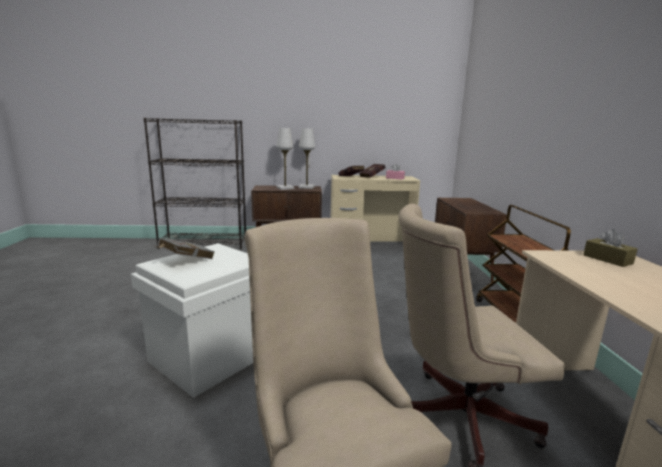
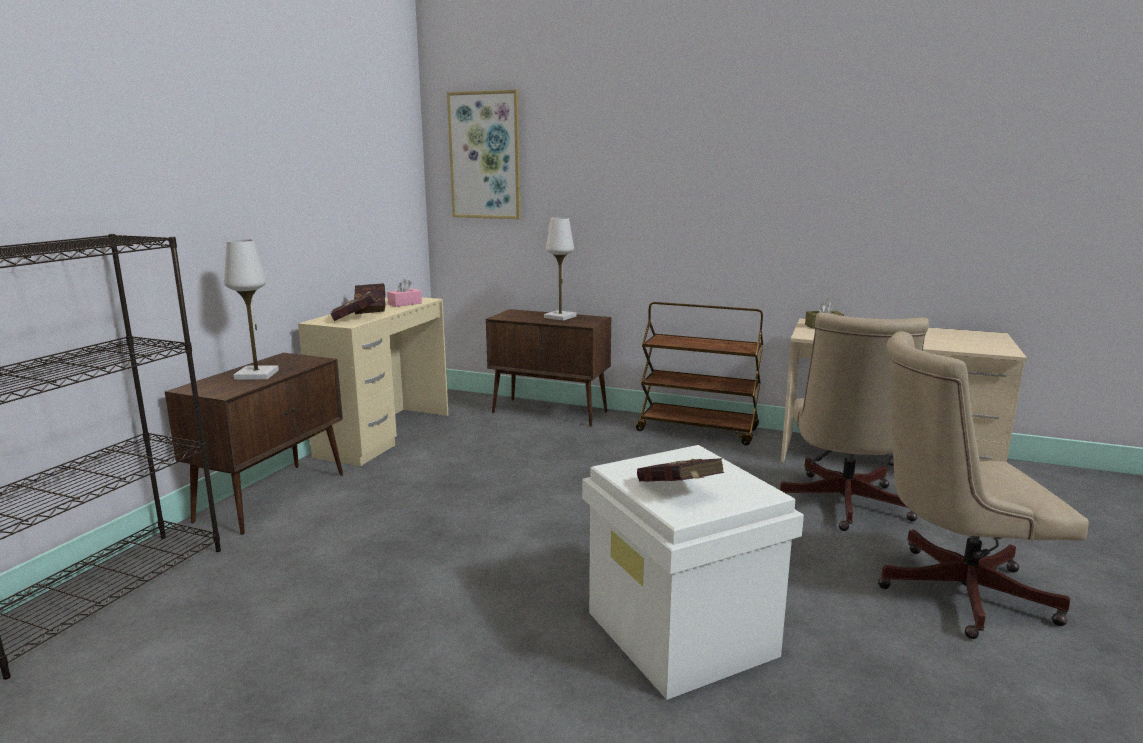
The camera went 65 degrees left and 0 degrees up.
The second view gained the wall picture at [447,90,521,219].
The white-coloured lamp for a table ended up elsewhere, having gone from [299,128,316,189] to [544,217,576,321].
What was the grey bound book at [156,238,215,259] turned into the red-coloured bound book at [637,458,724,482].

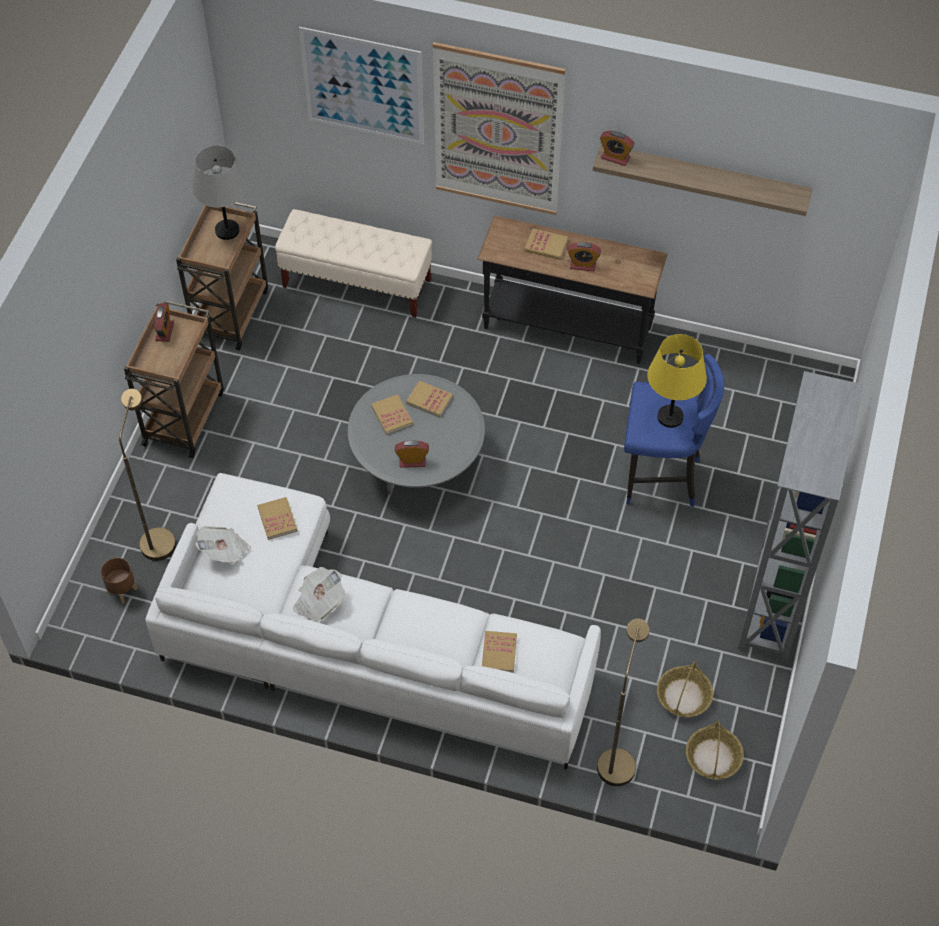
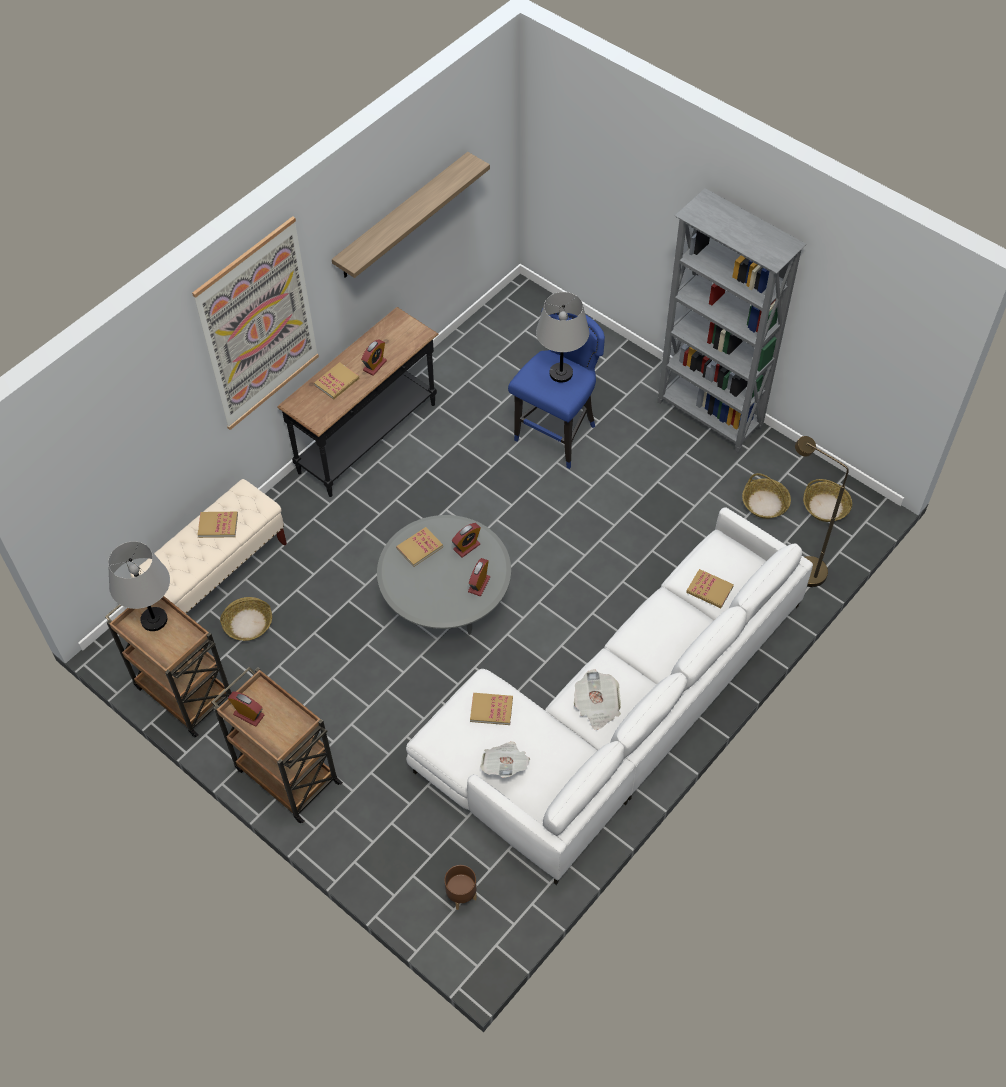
The camera went 65 degrees left and 0 degrees up.
The second view lost the brown standing lamp at [119,389,176,561].
The second view lost the wall picture at [299,27,424,145].
The second view gained the household basket at [220,597,272,641].
The bound book ended up elsewhere, having gone from [371,395,413,435] to [198,512,238,538].
The alarm clock ended up elsewhere, having gone from [600,131,635,166] to [452,523,481,558].
What was the yellow-coloured lamp for a table at [647,334,707,428] turned into the grey lamp for a table at [536,292,589,383].

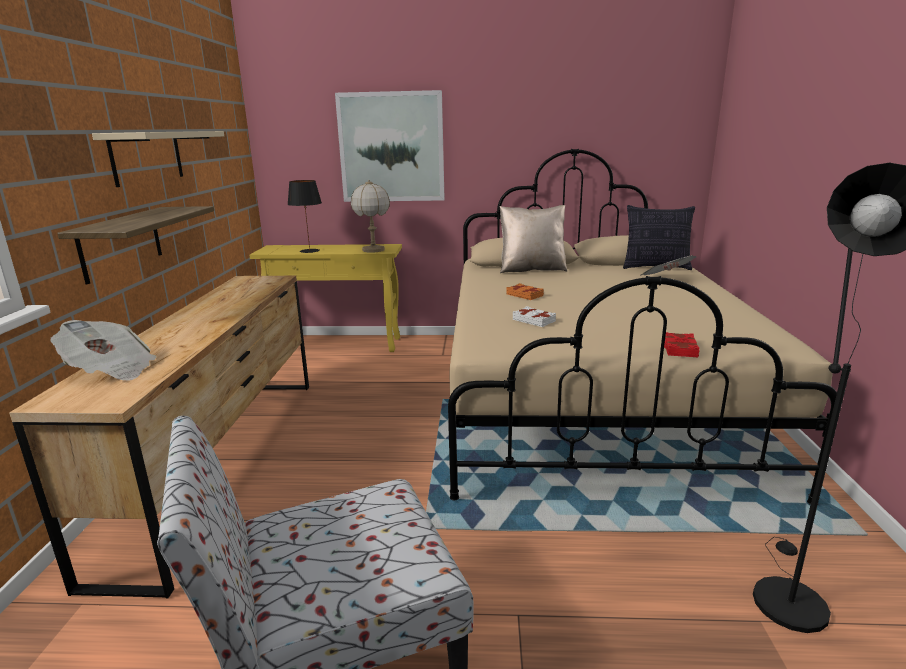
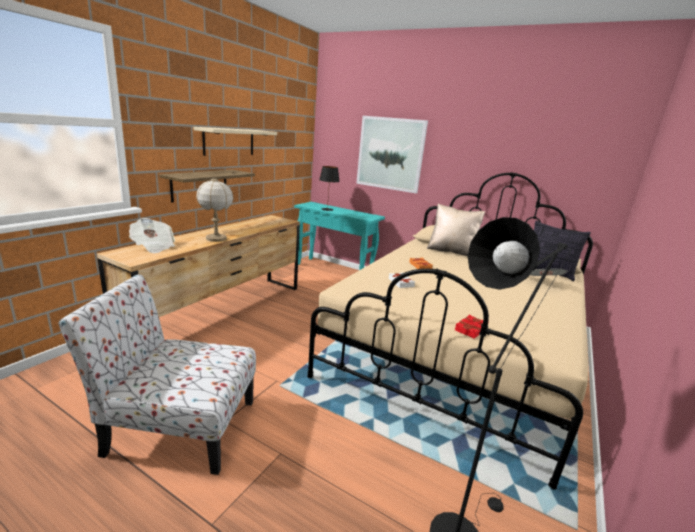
The camera went 25 degrees right and 0 degrees up.
The lamp for a table ended up elsewhere, having gone from [351,180,390,253] to [196,177,234,242].
What was the yellow-coloured narrow table at [249,244,402,352] turned into the turquoise narrow table at [294,202,385,270].

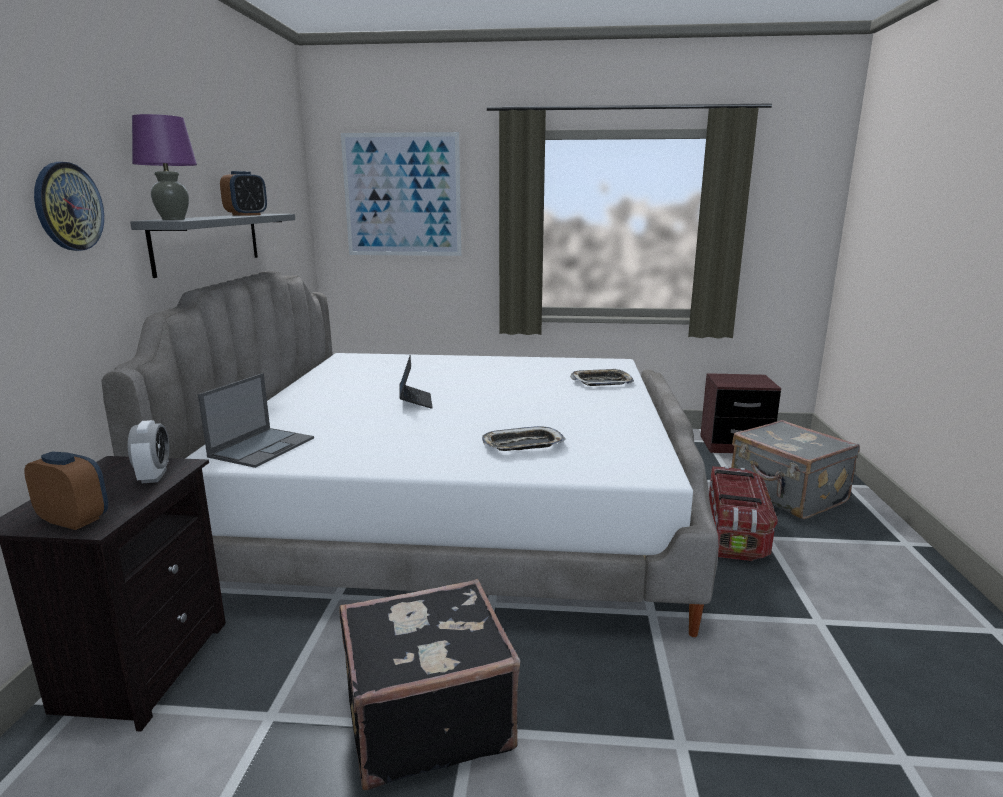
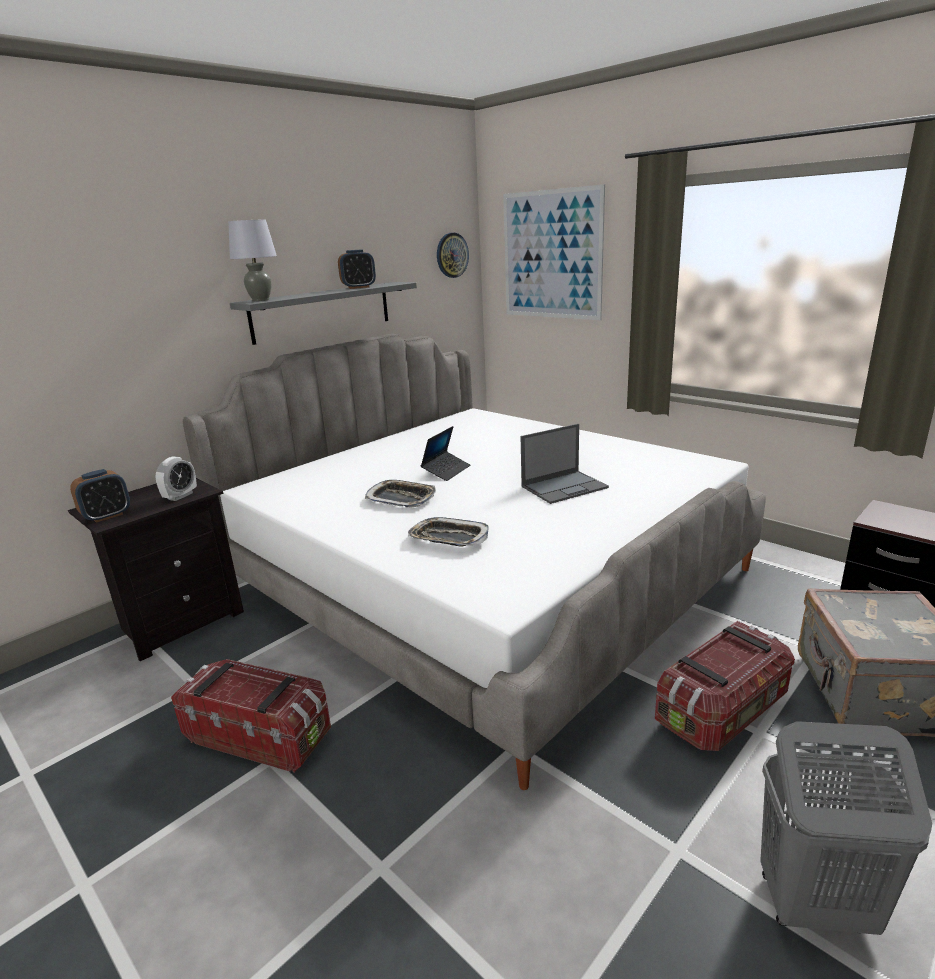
The camera went 40 degrees right and 5 degrees up.
The second view gained the grey laundry basket at [760,721,932,935].
The wall clock ended up elsewhere, having gone from [34,162,104,251] to [437,233,469,278].
The laptop ended up elsewhere, having gone from [198,373,314,468] to [521,424,609,504].
The tray ended up elsewhere, having gone from [570,369,634,386] to [365,480,436,508].
Where the black travel case stood at [339,579,520,791], the storage container came to stand at [171,659,331,773].
What was the purple-coloured lamp for a table at [132,114,197,220] turned into the grey lamp for a table at [228,219,277,301].
The alarm clock at [24,452,108,530] ended up facing another way, 75 degrees clockwise from before.

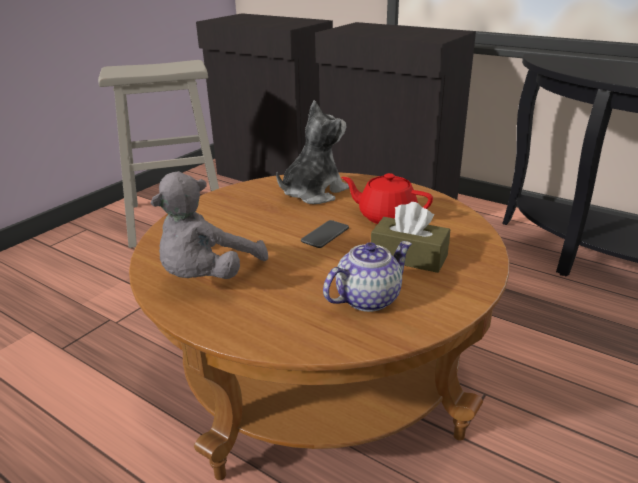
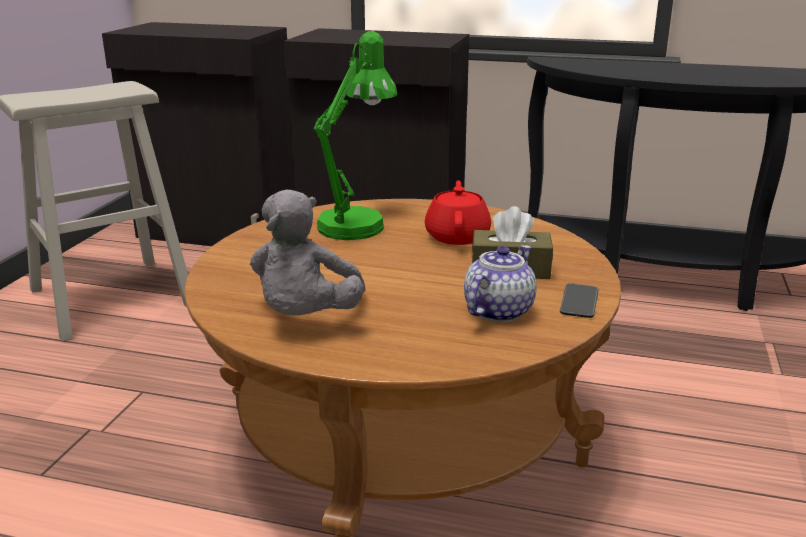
The camera went 20 degrees left and 5 degrees down.
The phone ended up elsewhere, having gone from [301,220,349,248] to [560,283,599,318].
Where the plush toy stood at [276,100,349,204], the green lamp for a table came to stand at [314,31,397,240].
The red-coloured pot for tea at [341,173,433,224] ended up facing another way, 90 degrees clockwise from before.

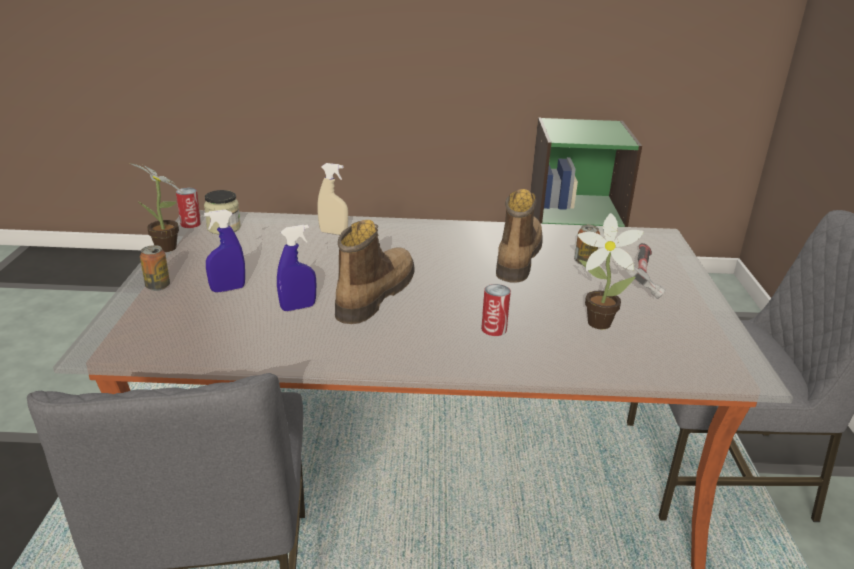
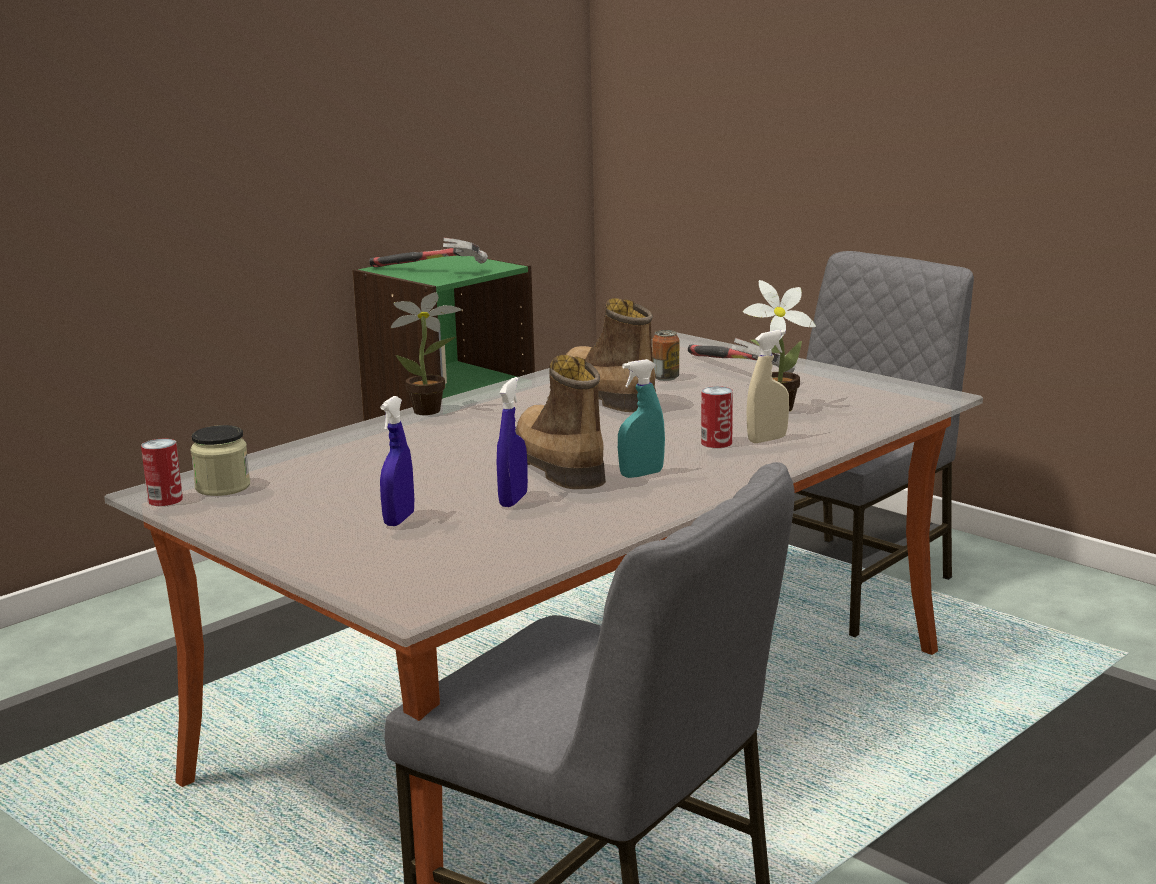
The camera went 45 degrees left and 10 degrees down.
The second view lost the can at [140,245,170,291].
The second view gained the tool hammer at [370,238,488,267].
The second view gained the turquoise hand sprayer at [618,359,665,478].
The potted plant ended up elsewhere, having gone from [129,163,183,252] to [391,292,462,415].
The sand-coloured hand sprayer ended up elsewhere, having gone from [317,163,348,235] to [746,330,789,443].

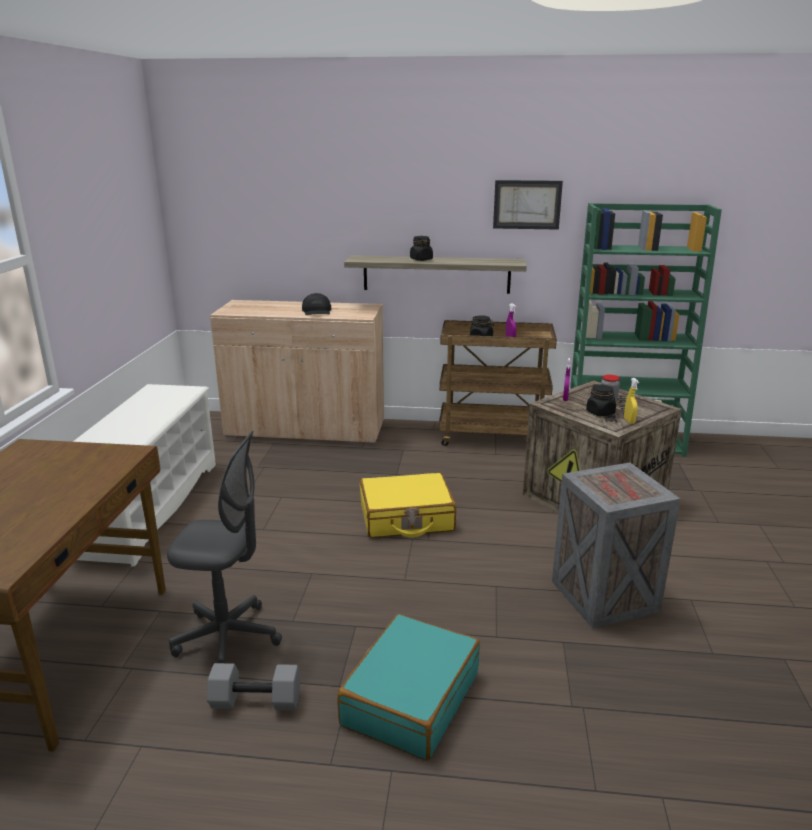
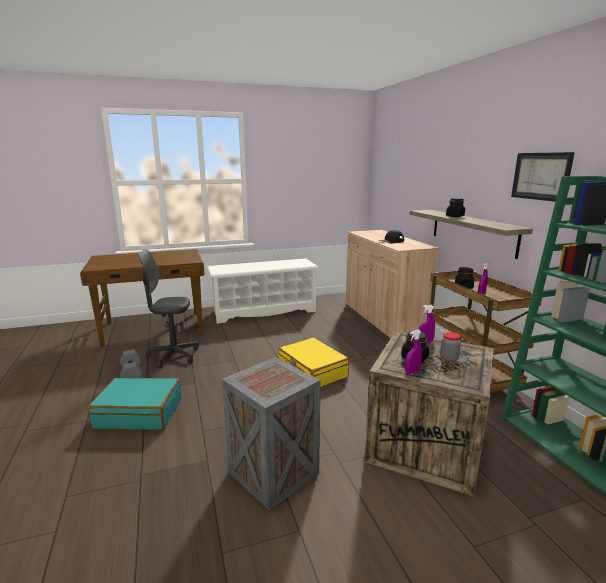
The camera went 65 degrees right and 5 degrees down.
What was the yellow-coloured hand sprayer at [624,378,639,424] turned into the purple-coloured hand sprayer at [405,330,422,374].
The grey office chair at [167,431,282,663] ended up facing another way, 105 degrees clockwise from before.

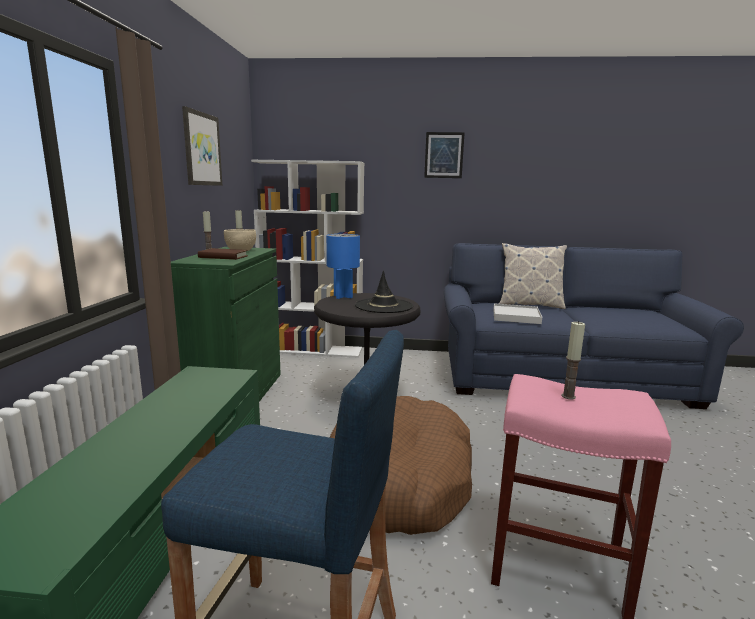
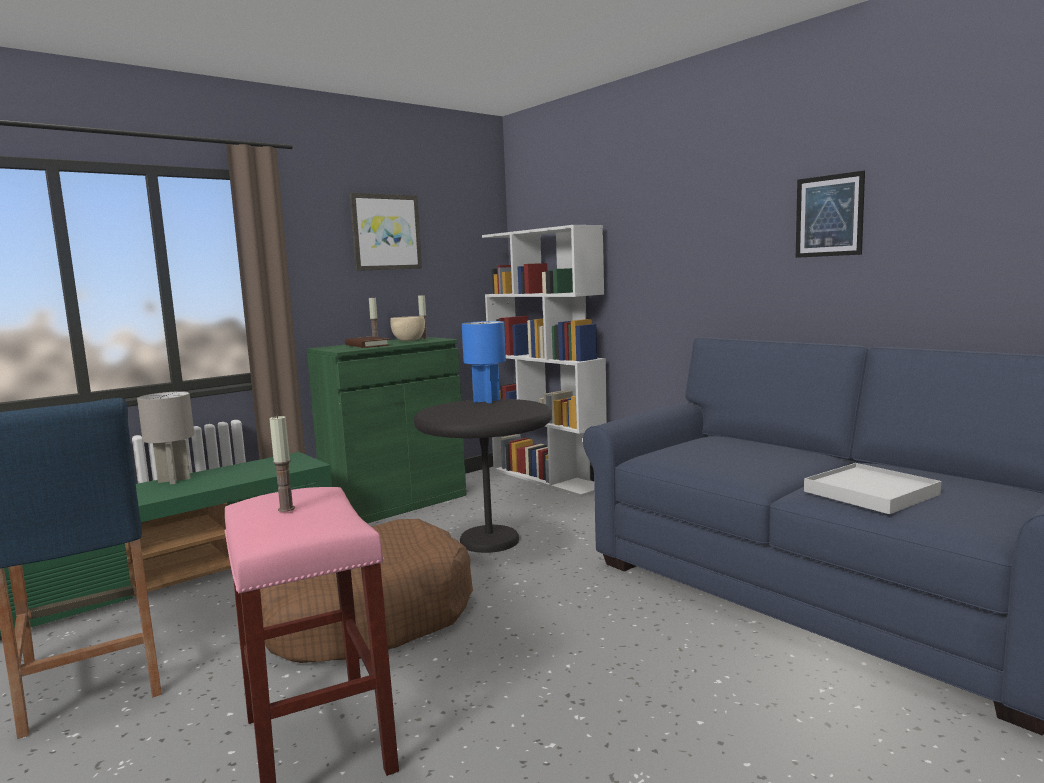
The camera went 45 degrees right and 5 degrees down.
The second view lost the black wearable hat at [355,271,413,313].
The second view lost the pillow at [499,243,567,309].
The second view gained the grey lamp for a table at [137,391,194,485].
The wall picture ended up elsewhere, having gone from [424,132,465,178] to [796,171,865,258].
The white-coloured tray ended up elsewhere, having gone from [493,303,542,324] to [804,463,942,514].

